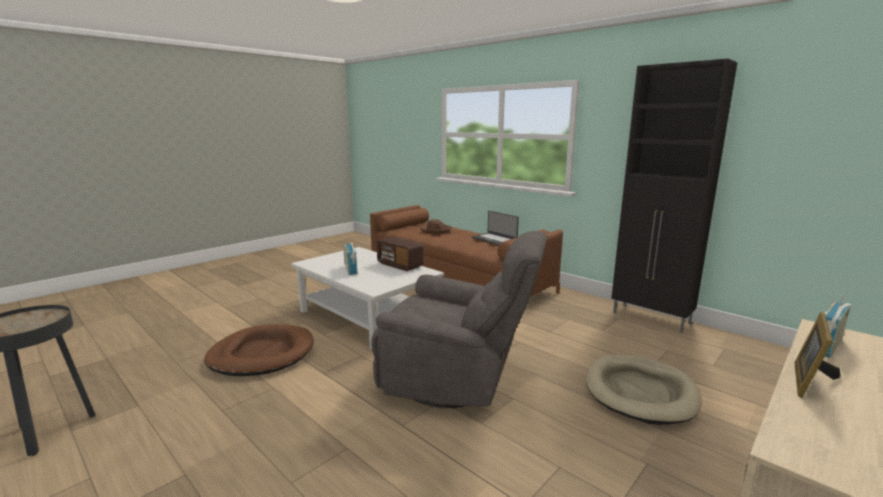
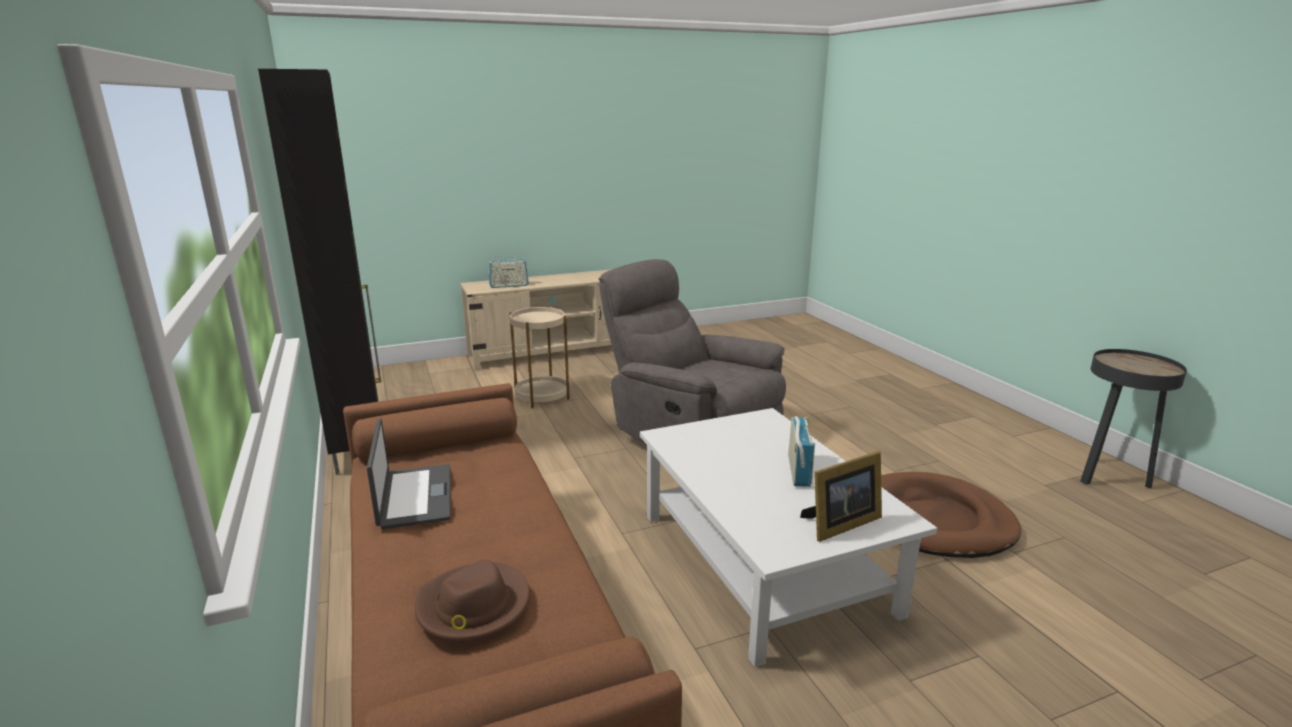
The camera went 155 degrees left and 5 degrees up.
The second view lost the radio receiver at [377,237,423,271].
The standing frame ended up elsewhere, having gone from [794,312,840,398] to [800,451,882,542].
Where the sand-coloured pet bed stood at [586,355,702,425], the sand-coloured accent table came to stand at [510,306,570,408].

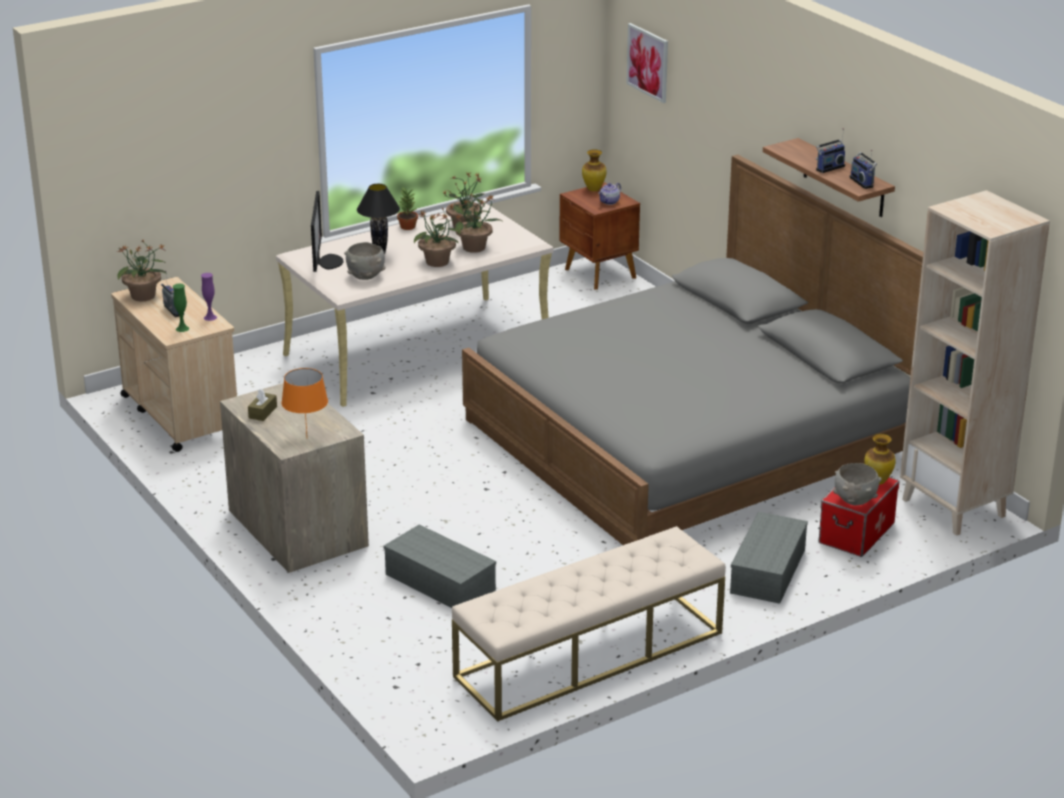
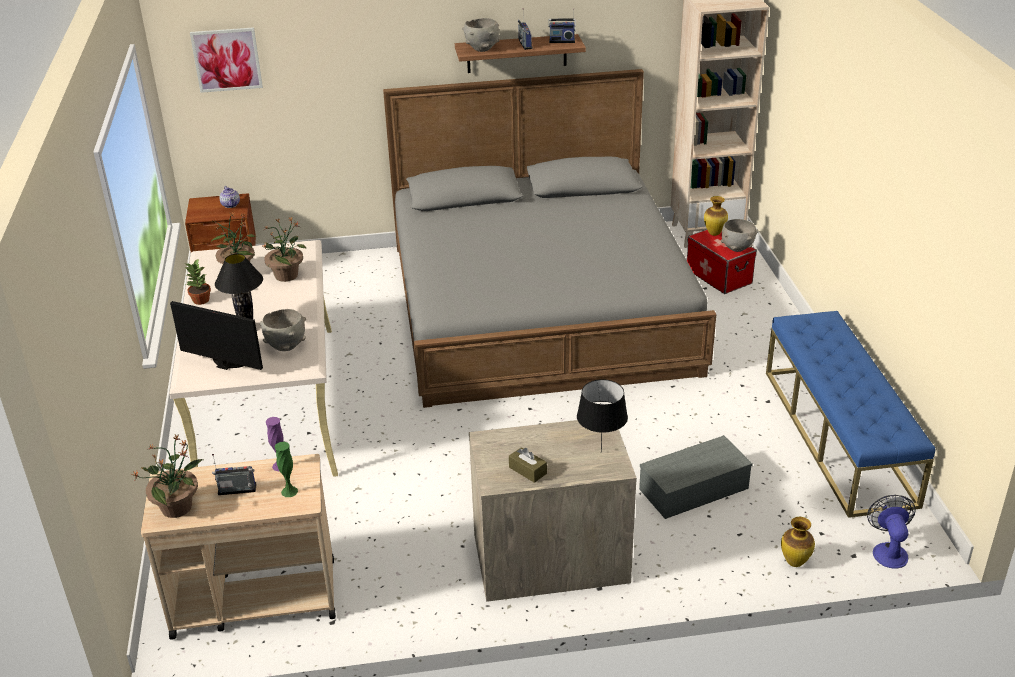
The camera went 65 degrees left and 5 degrees up.
The second view lost the potted plant at [414,207,462,267].
The second view lost the grey storage container at [730,512,808,604].
The second view gained the grey bowl at [462,18,500,52].
The second view gained the cooling fan at [867,495,916,568].
The vase ended up elsewhere, having gone from [582,149,607,191] to [781,517,815,567].
What was the orange lamp for a table at [281,368,328,435] turned into the black lamp for a table at [577,379,628,452].
What was the sand-coloured indoor bench at [452,526,726,722] turned into the blue-coloured indoor bench at [766,311,935,518].

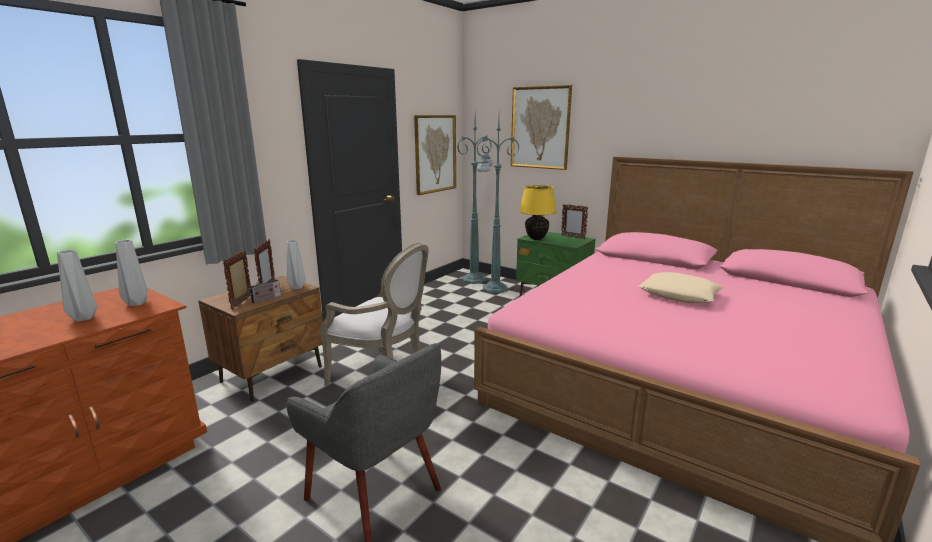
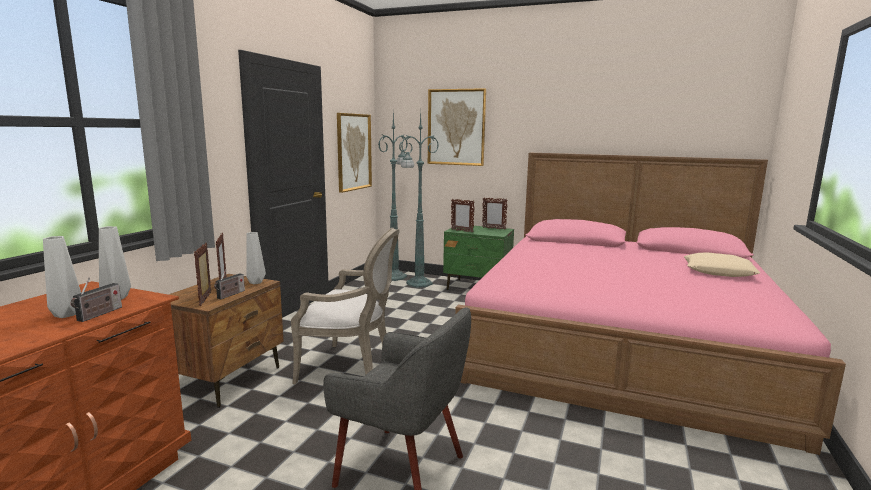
The camera went 15 degrees left and 5 degrees down.
The second view gained the radio receiver at [71,278,122,322].
The sand-coloured pillow ended up elsewhere, having gone from [639,272,723,303] to [684,252,761,277].
Where the yellow-coloured lamp for a table stood at [519,185,556,240], the standing frame came to stand at [451,199,475,232].

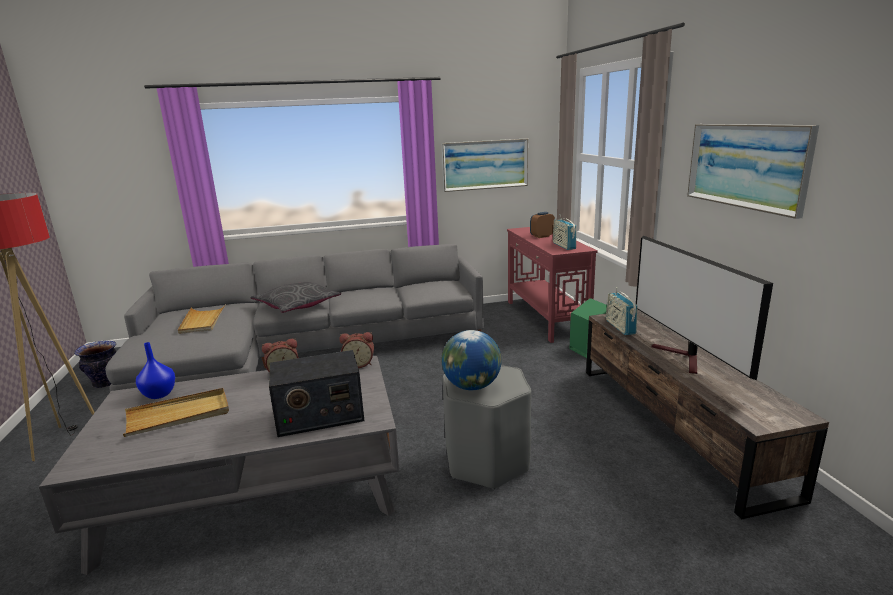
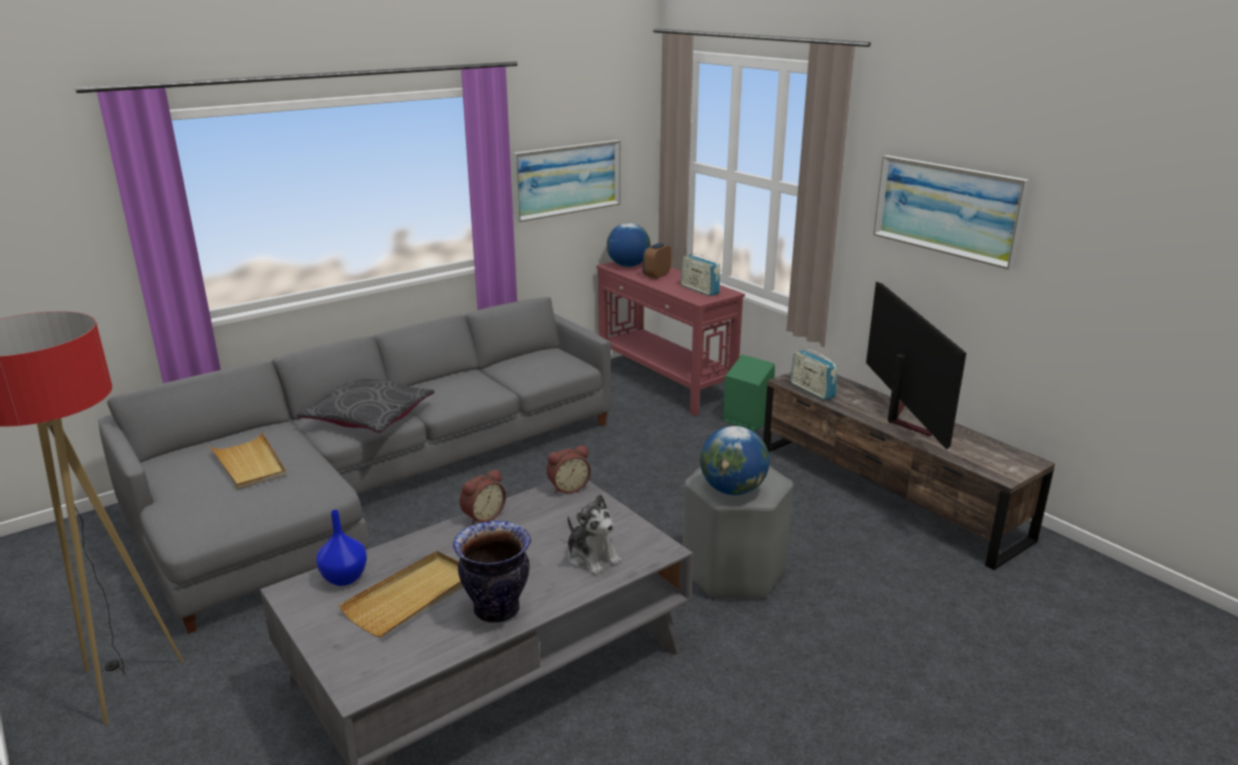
The camera went 25 degrees left and 5 degrees up.
The second view gained the globe at [607,223,650,267].
The vase ended up elsewhere, having gone from [74,341,116,388] to [453,521,531,623].
Where the radio receiver stood at [269,350,364,437], the plush toy came to stand at [568,494,622,576].
The TV set at [636,236,773,380] ended up facing another way, 150 degrees counterclockwise from before.

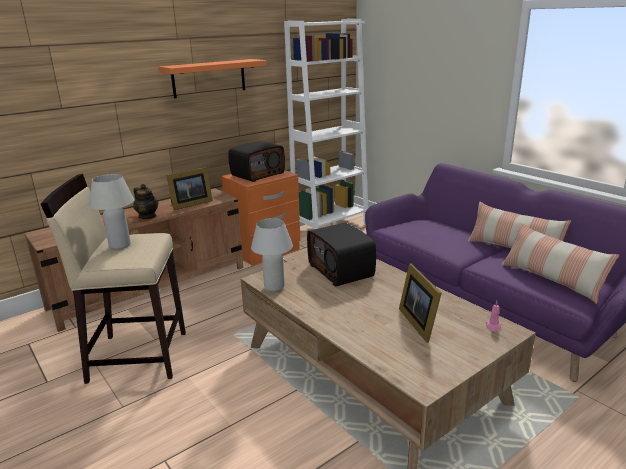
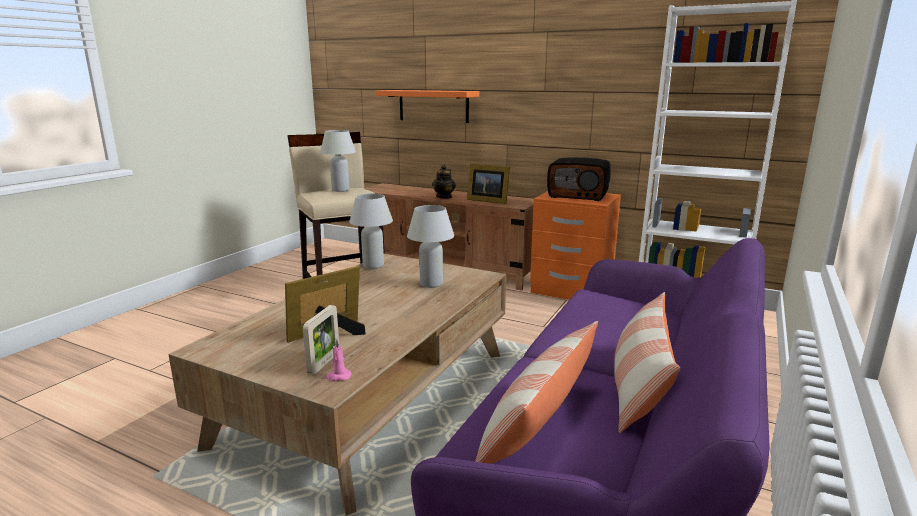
The camera went 65 degrees right and 5 degrees down.
The second view gained the standing frame at [303,305,339,375].
The orange bracket shelf ended up elsewhere, having gone from [159,59,267,99] to [375,90,479,123].
Where the radio receiver stood at [307,223,376,286], the white-coloured lamp for a table came to stand at [407,205,454,288].

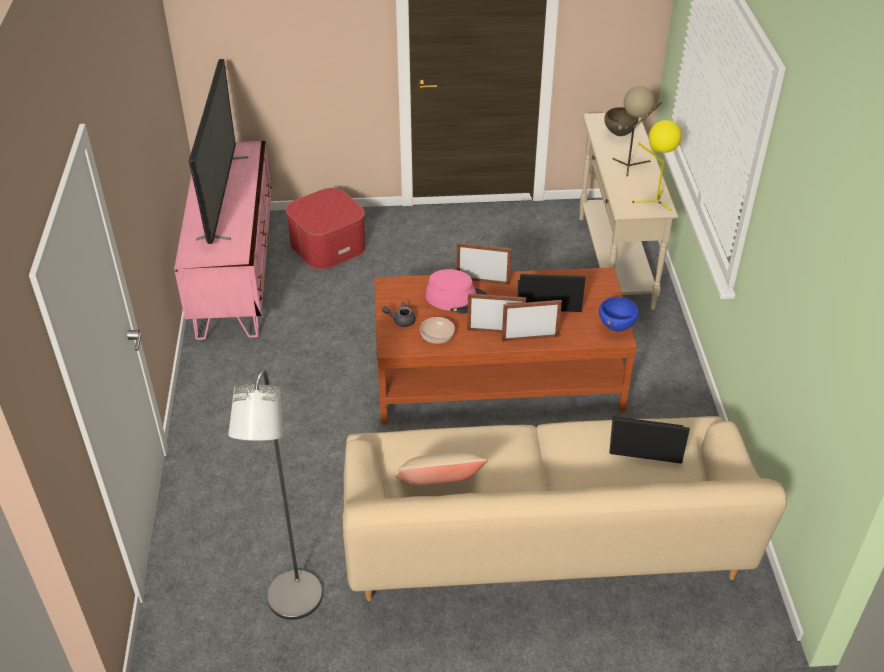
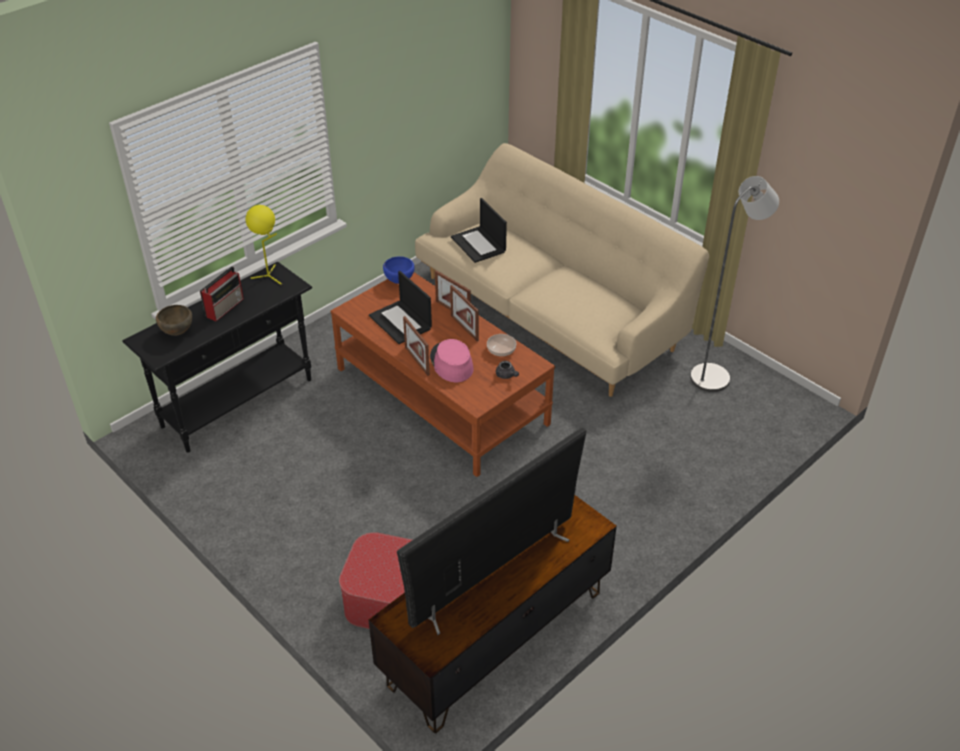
The camera went 130 degrees left and 0 degrees up.
The second view lost the sand-coloured pillow at [395,452,488,486].
Where the sand-coloured lamp for a table stood at [613,86,662,176], the radio receiver came to stand at [200,266,244,321].
What was the pink-coloured media console at [174,141,272,340] turned into the brown media console at [369,495,617,733].
What was the sand-coloured narrow table at [579,113,678,310] turned into the black narrow table at [122,262,312,453].

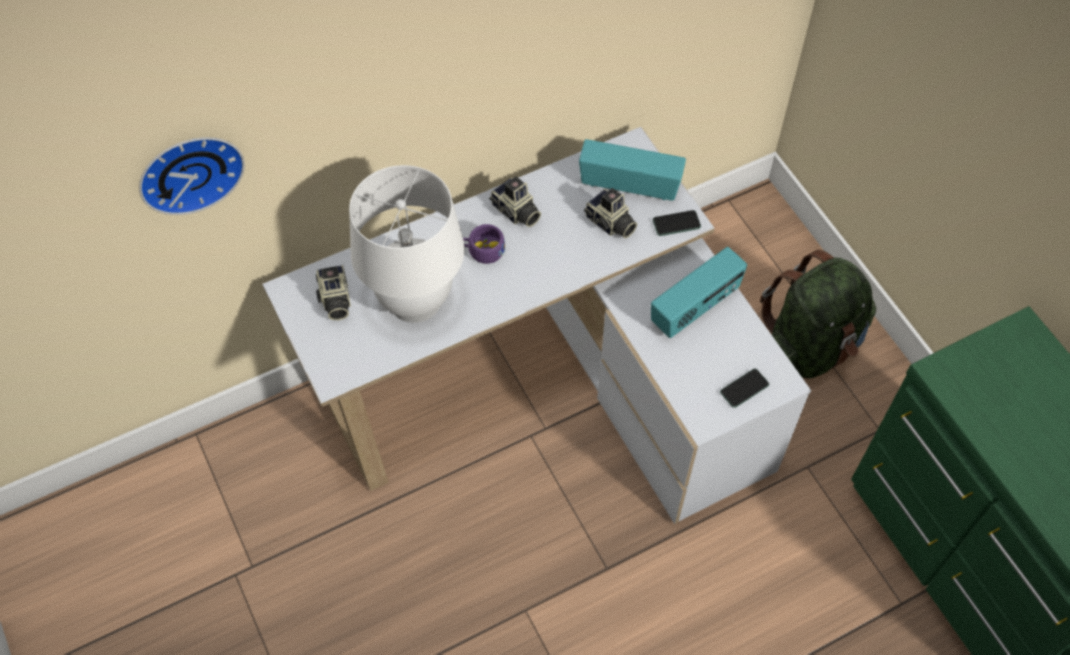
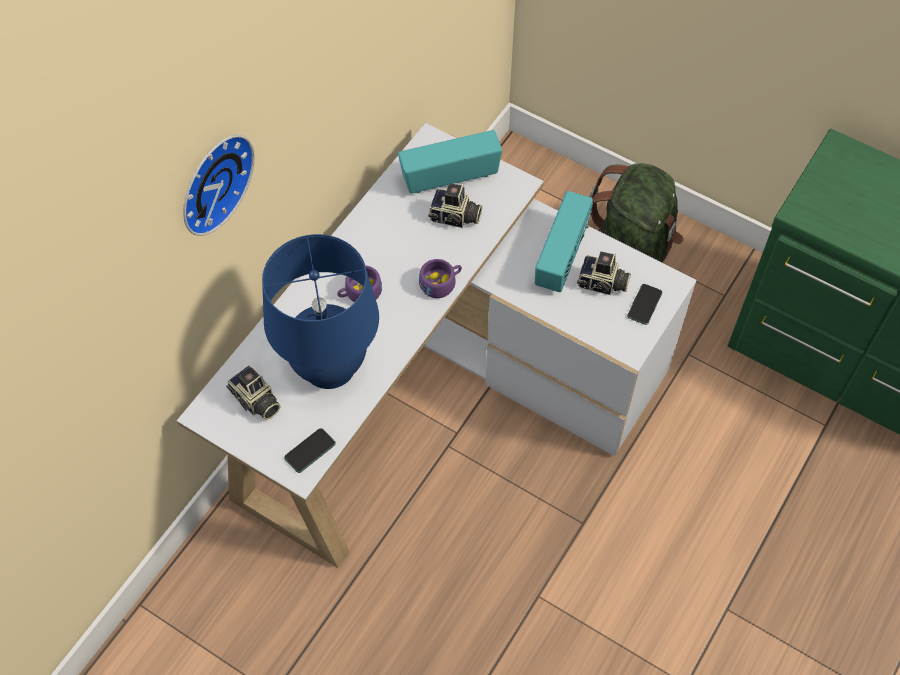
The camera went 30 degrees left and 0 degrees up.
The second view gained the purple-coloured cup at [419,259,462,298].
The wall clock ended up elsewhere, having gone from [139,137,245,215] to [183,135,255,236].
The still camera ended up elsewhere, having gone from [489,176,541,227] to [577,252,631,295].
The phone ended up elsewhere, having gone from [653,210,701,236] to [284,428,336,473].
What was the white-coloured lamp for a table at [349,165,465,323] turned into the blue-coloured lamp for a table at [262,234,379,389].

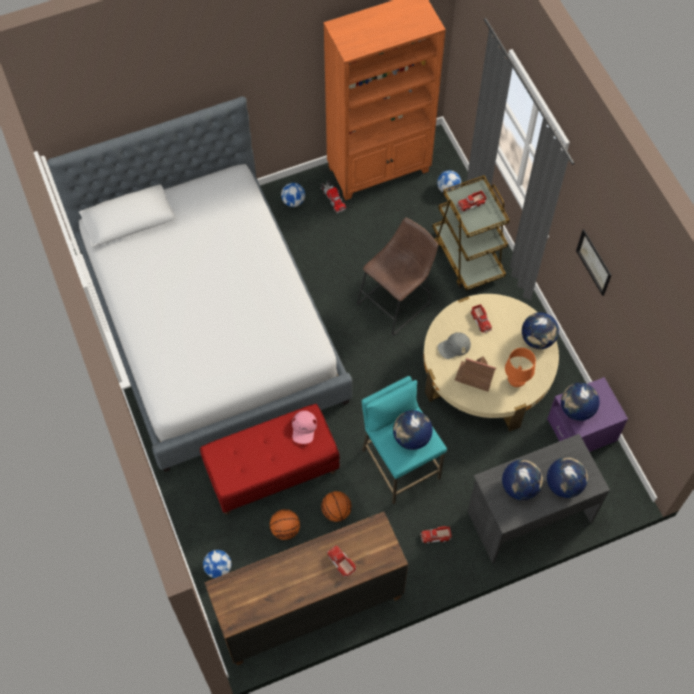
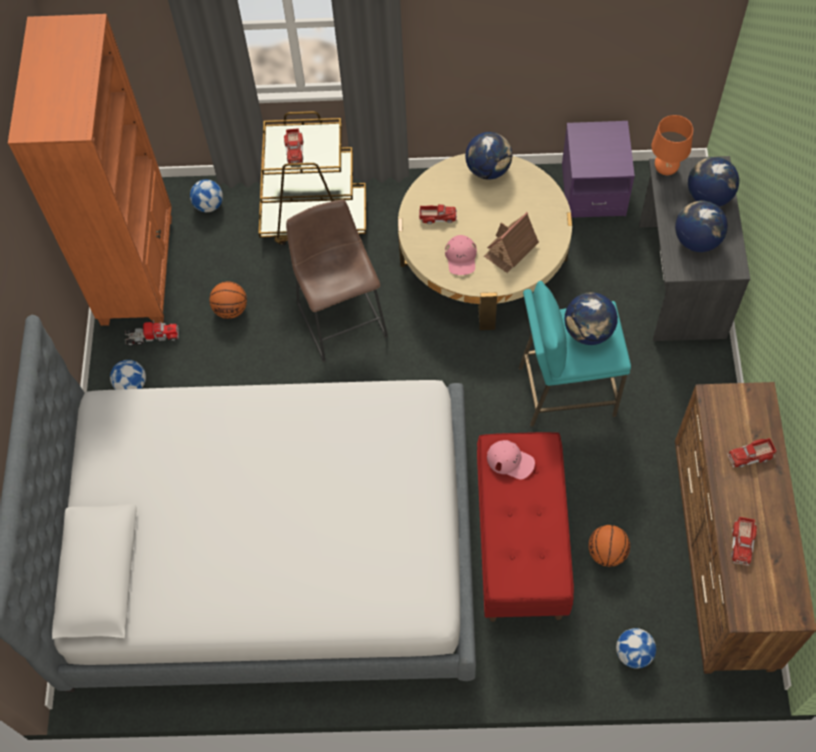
The camera went 65 degrees left and 0 degrees up.
The second view lost the globe at [561,383,600,421].
The second view lost the wall picture at [576,229,611,296].
The basketball ball ended up elsewhere, having gone from [321,491,351,522] to [209,281,247,319].
The toy truck ended up elsewhere, having gone from [420,526,452,543] to [731,517,757,566].
The orange lamp for a table ended up elsewhere, having gone from [505,348,536,387] to [651,115,693,175].
What was the grey peaked cap at [438,332,471,359] turned into the pink-coloured peaked cap at [445,235,477,275].

